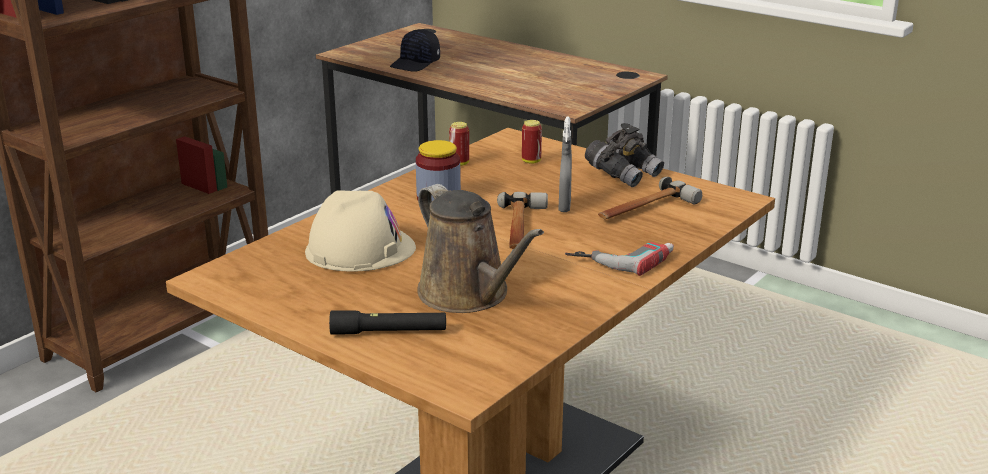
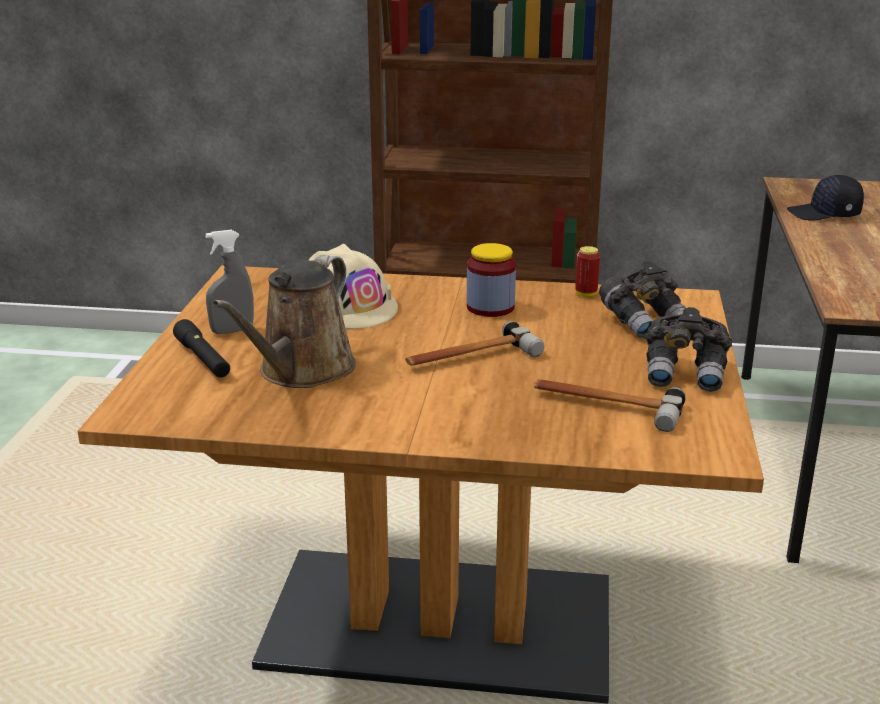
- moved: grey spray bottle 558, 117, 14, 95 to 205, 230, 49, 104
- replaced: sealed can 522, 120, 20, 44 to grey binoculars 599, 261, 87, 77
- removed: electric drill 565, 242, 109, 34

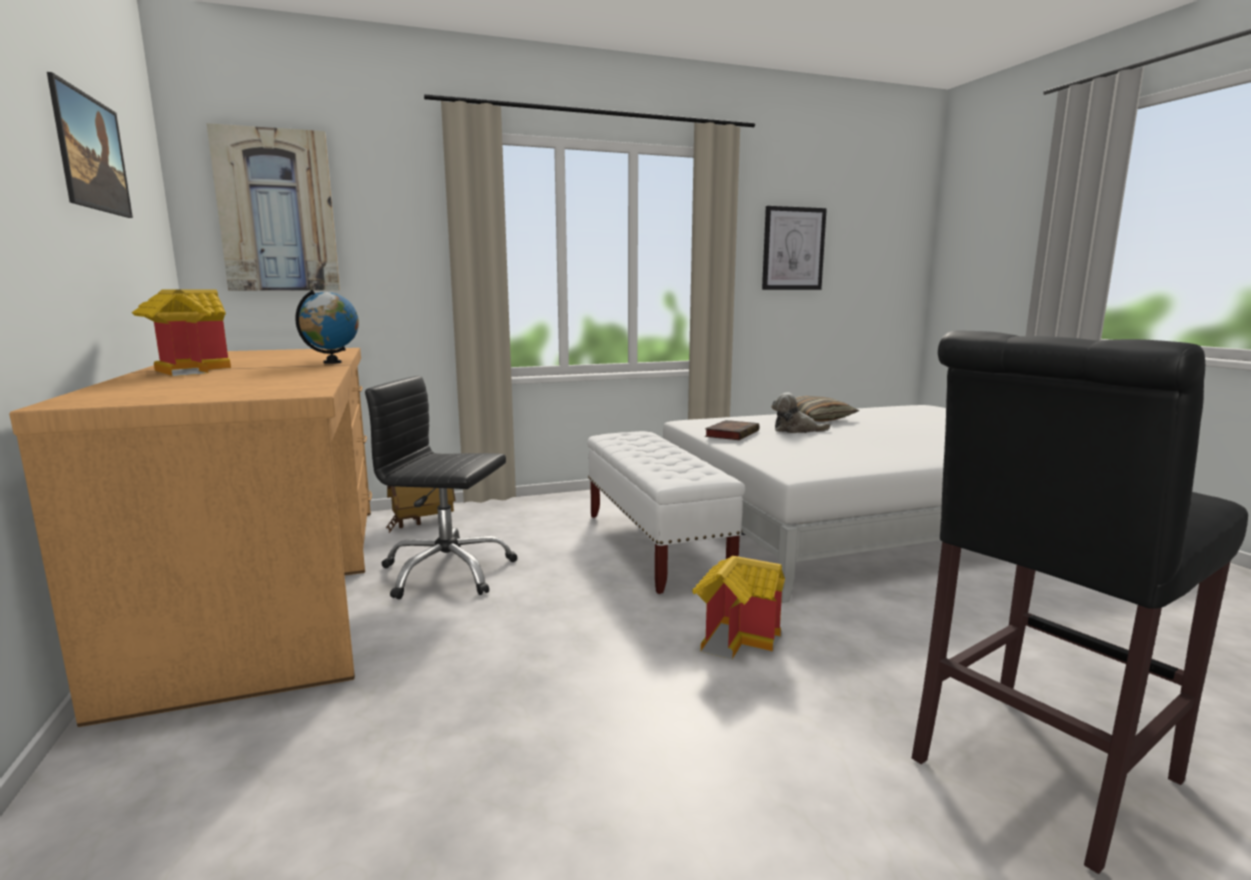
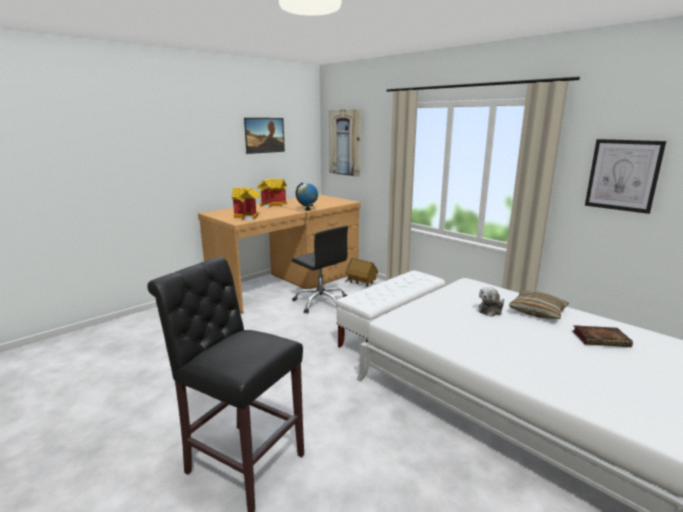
- turned: black desk chair 365, 376, 152, 223 = 292, 226, 56, 88 150 degrees clockwise
- turned: plush toy 772, 392, 59, 41 = 478, 287, 26, 30 120 degrees counterclockwise
- moved: bound book 704, 420, 55, 20 to 573, 325, 60, 22
- moved: model house 692, 556, 93, 103 to 232, 187, 29, 34

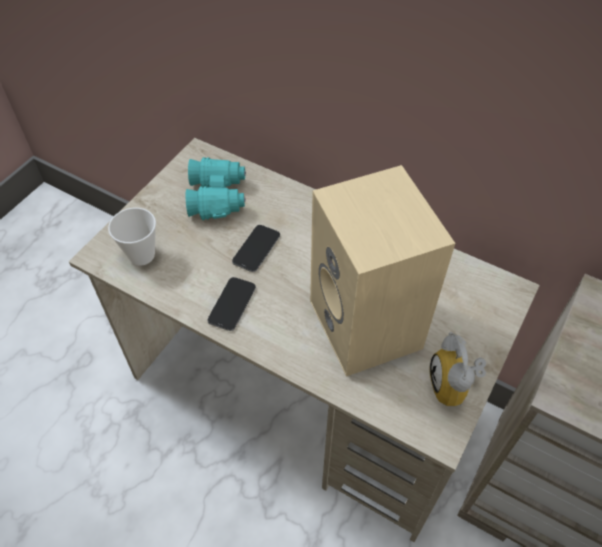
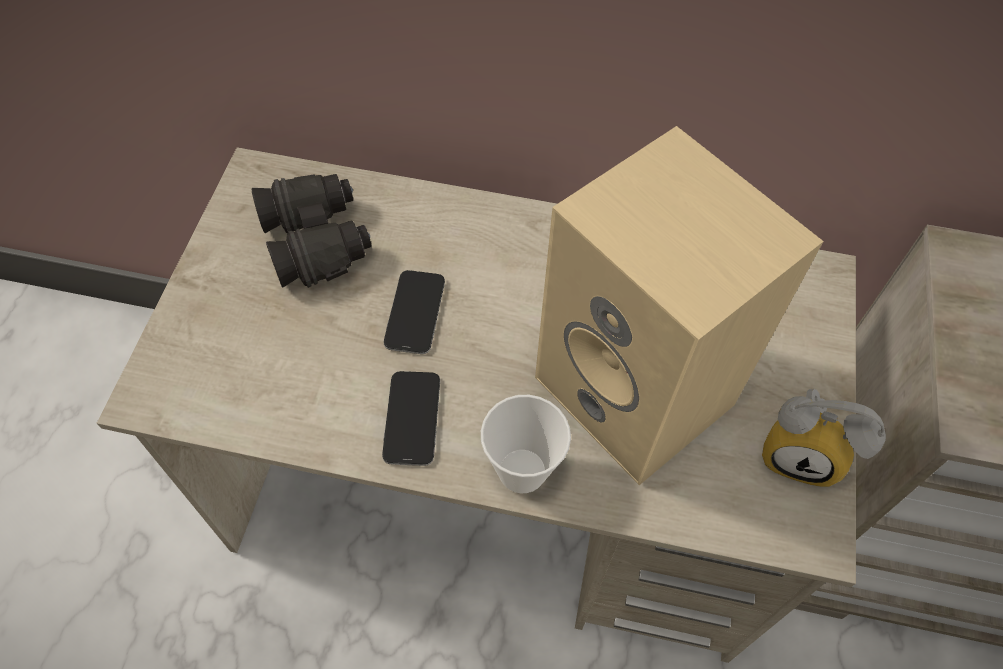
- recoloured: turquoise binoculars 186, 157, 60, 63 to black binoculars 252, 174, 119, 114
- moved: drinking cup 108, 208, 48, 58 to 481, 395, 90, 98
- turned: table clock 430, 332, 56, 74 = 762, 389, 124, 98 45 degrees counterclockwise

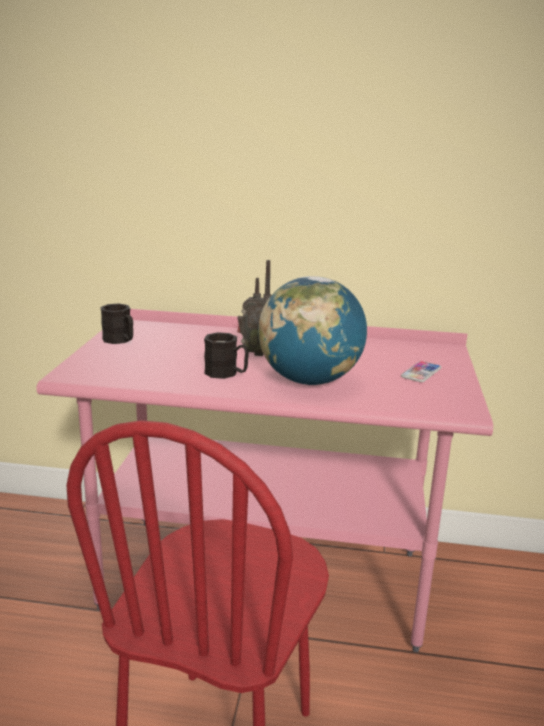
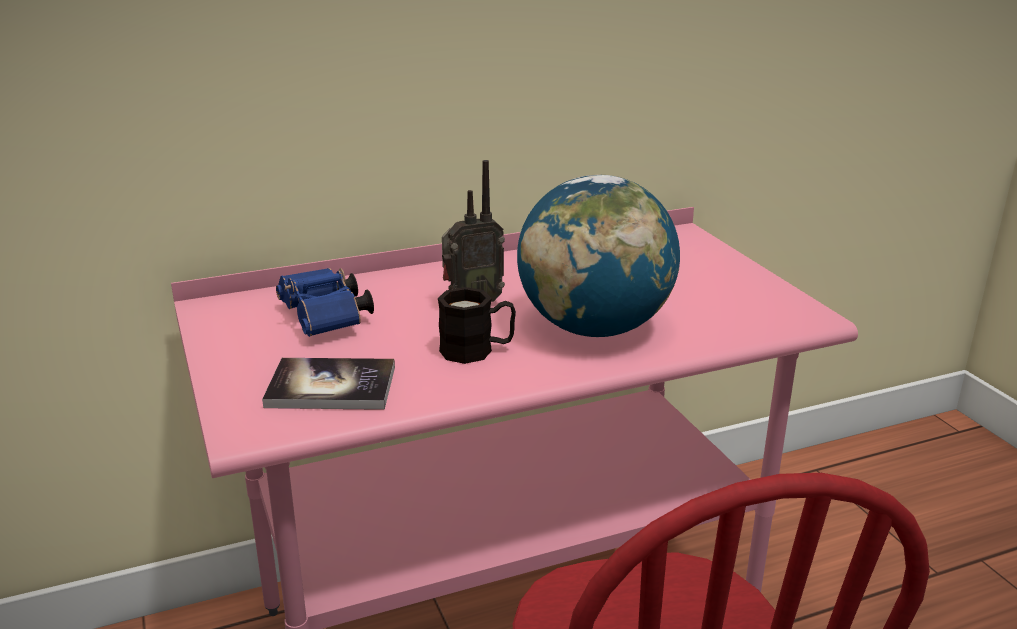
- removed: black coffee mug 100, 303, 33, 41
- removed: phone 401, 361, 40, 21
- added: blue-coloured binoculars 276, 268, 98, 69
- added: bound book 262, 358, 133, 52

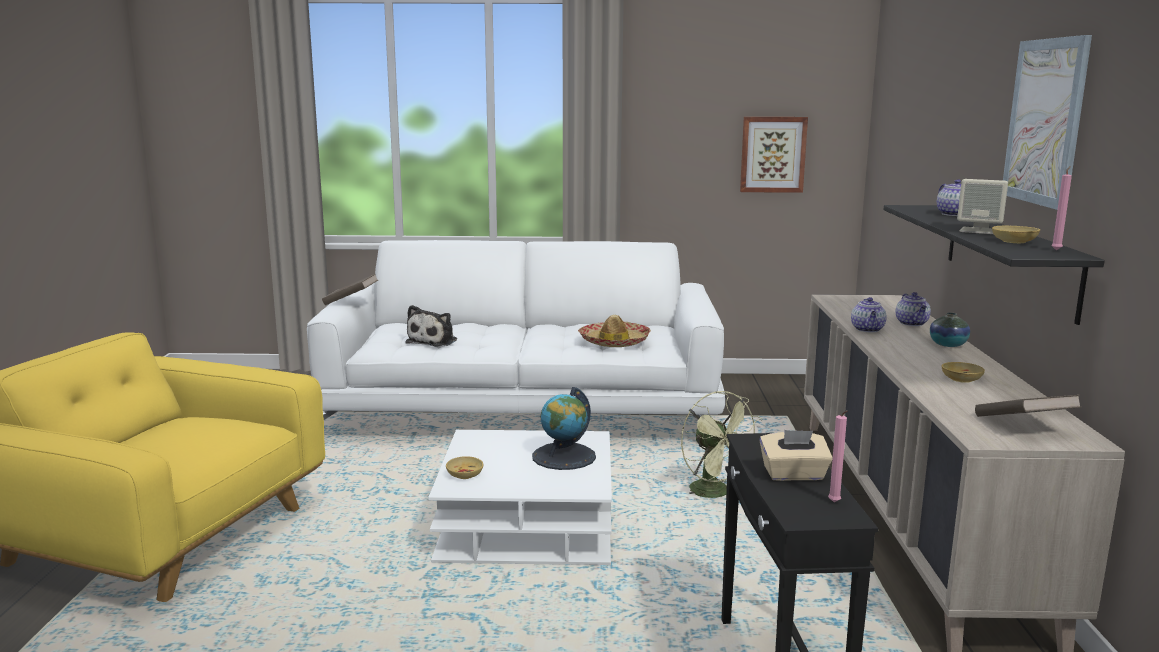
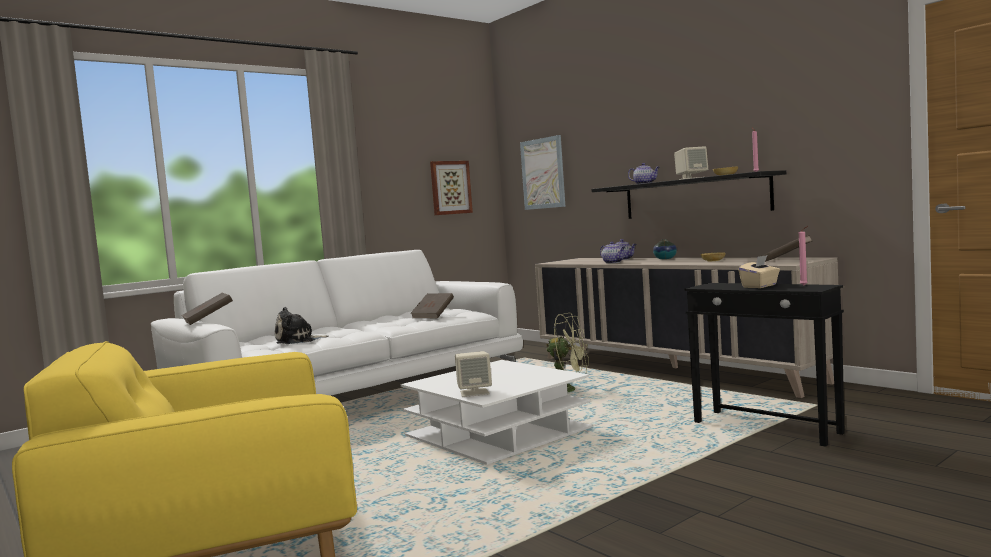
- moved: wall picture 1003, 35, 89, 175 to 520, 135, 46, 75
- turned: plush toy 405, 305, 52, 41 = 275, 307, 54, 37 90 degrees clockwise
- replaced: wearable hat 578, 315, 73, 32 to brown-coloured bound book 411, 293, 43, 25
- removed: desk globe 532, 387, 64, 83
- replaced: sand-coloured deep dish 446, 456, 38, 23 to sand-coloured loudspeaker 455, 351, 37, 46

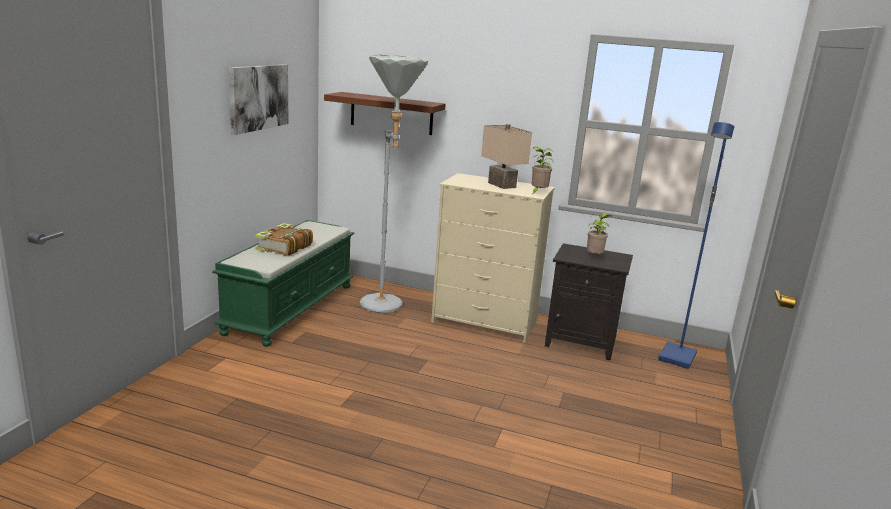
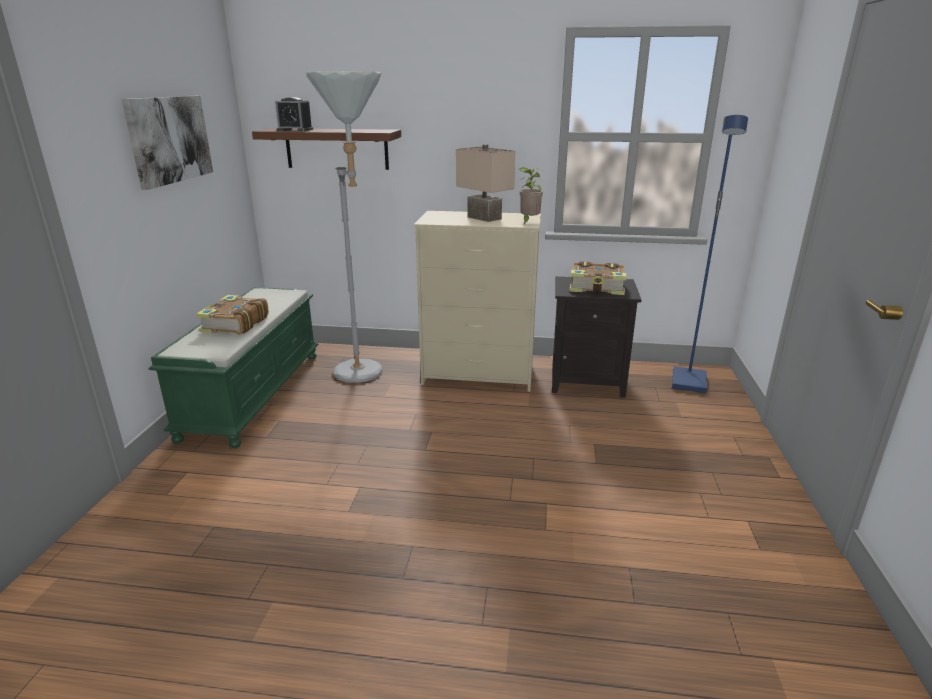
- replaced: plant in a pot 587, 213, 24, 41 to bound book 569, 261, 58, 34
- added: table clock 275, 97, 38, 34

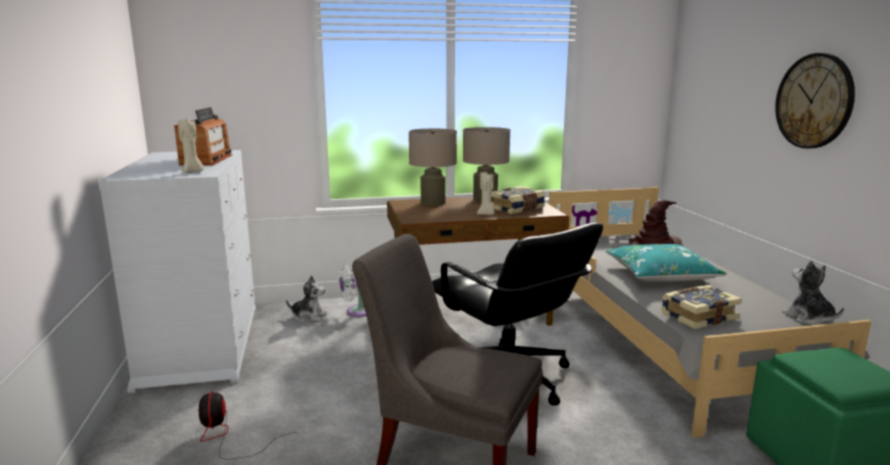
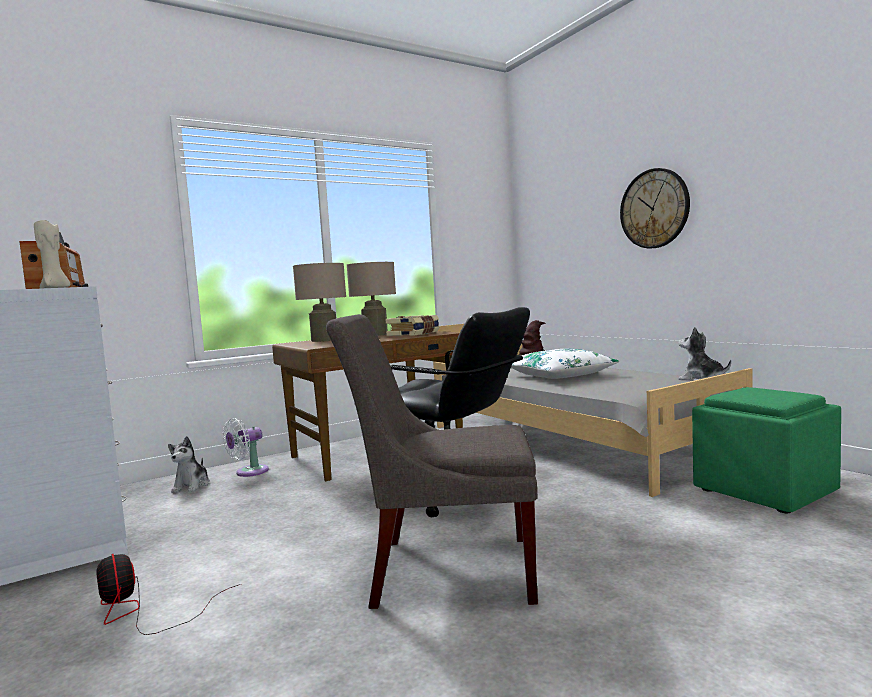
- removed: sand-coloured candle 477, 172, 17, 43
- recoloured: turquoise throw pillow 605, 244, 122, 38 to white-coloured throw pillow 511, 349, 108, 30
- turned: plush toy 286, 275, 41, 48 = 168, 436, 42, 57 105 degrees clockwise
- removed: bound book 661, 285, 81, 44

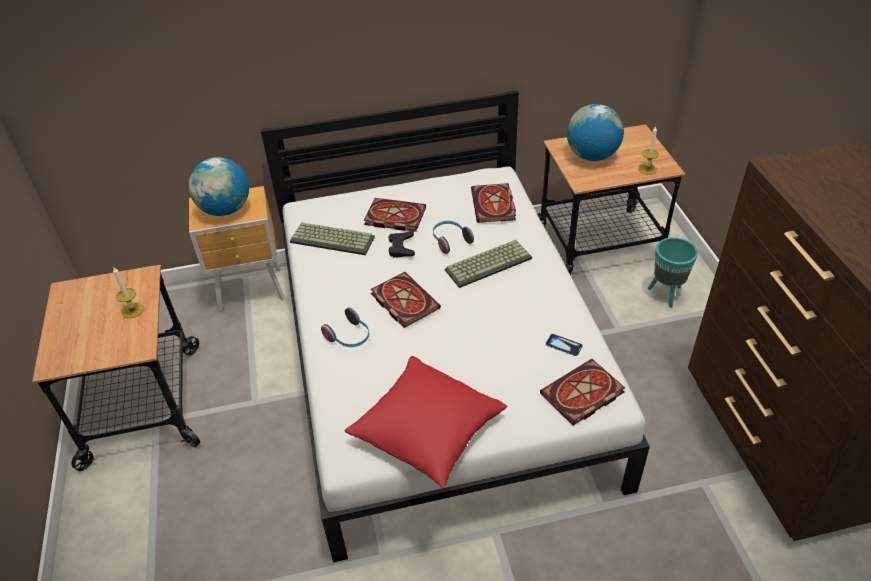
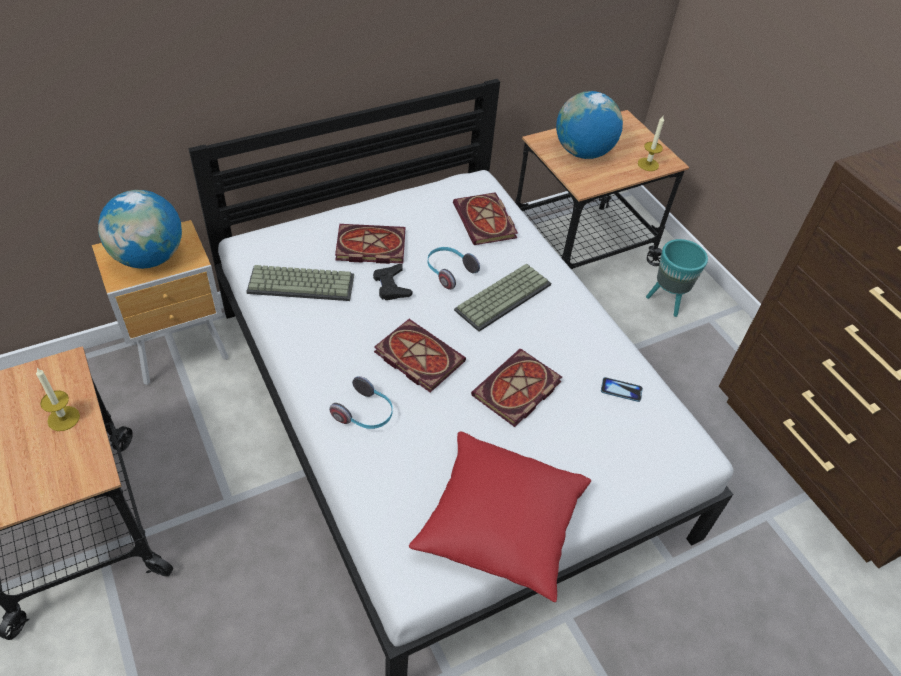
- moved: bound book 540, 359, 85, 67 to 471, 348, 91, 79

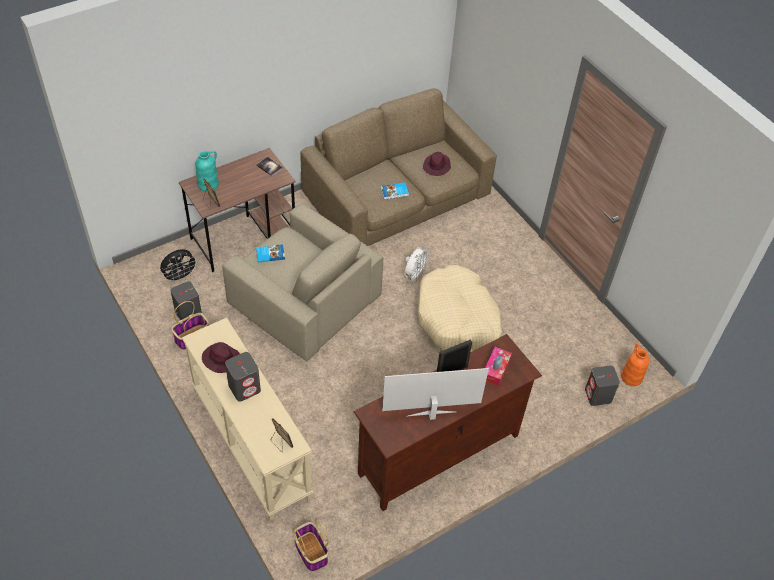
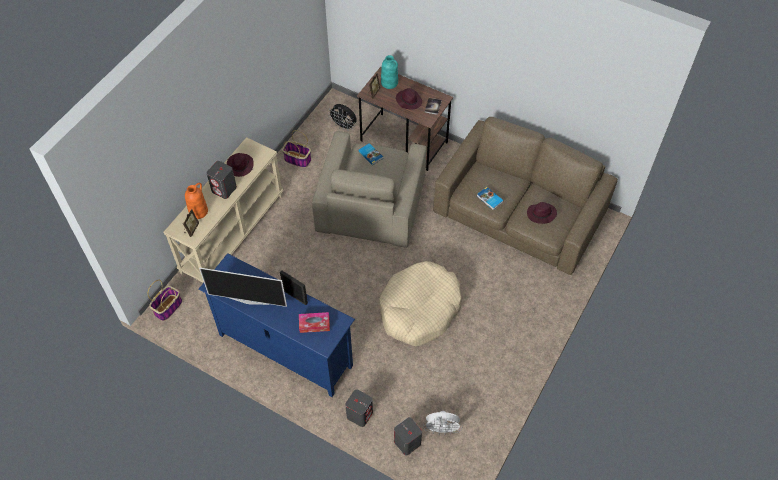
- moved: white-coloured fan 405, 247, 26, 36 to 423, 411, 39, 22
- moved: grey loudspeaker 171, 281, 31, 39 to 345, 389, 28, 38
- recoloured: brown-coloured tv stand 353, 334, 189, 177 to blue-coloured tv stand 198, 253, 157, 144
- moved: orangey decorative vase 621, 344, 28, 42 to 185, 183, 23, 36
- turned: television 382, 368, 107, 52 = 199, 267, 88, 40 135 degrees clockwise
- added: purple wearable hat 396, 88, 26, 22

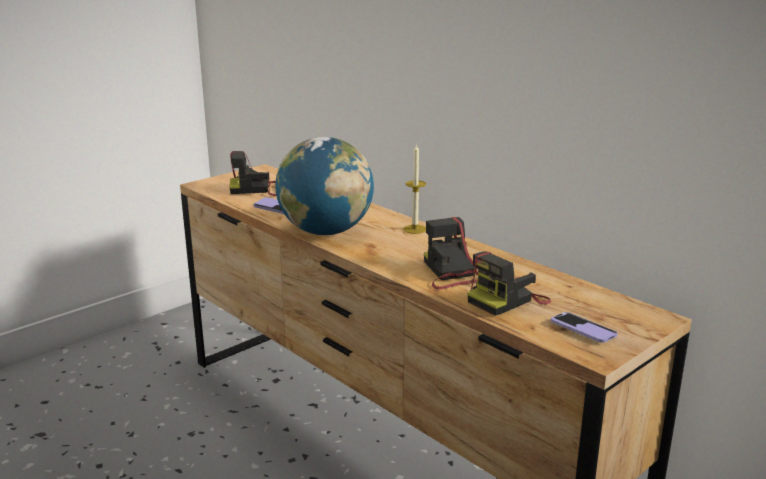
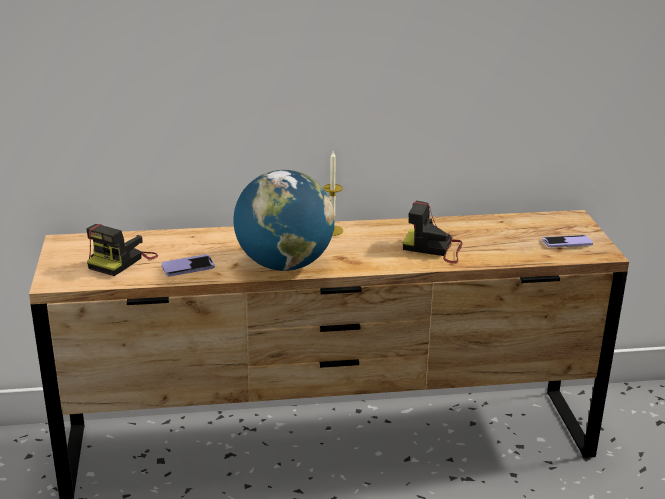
- removed: photo camera 467, 251, 84, 65

